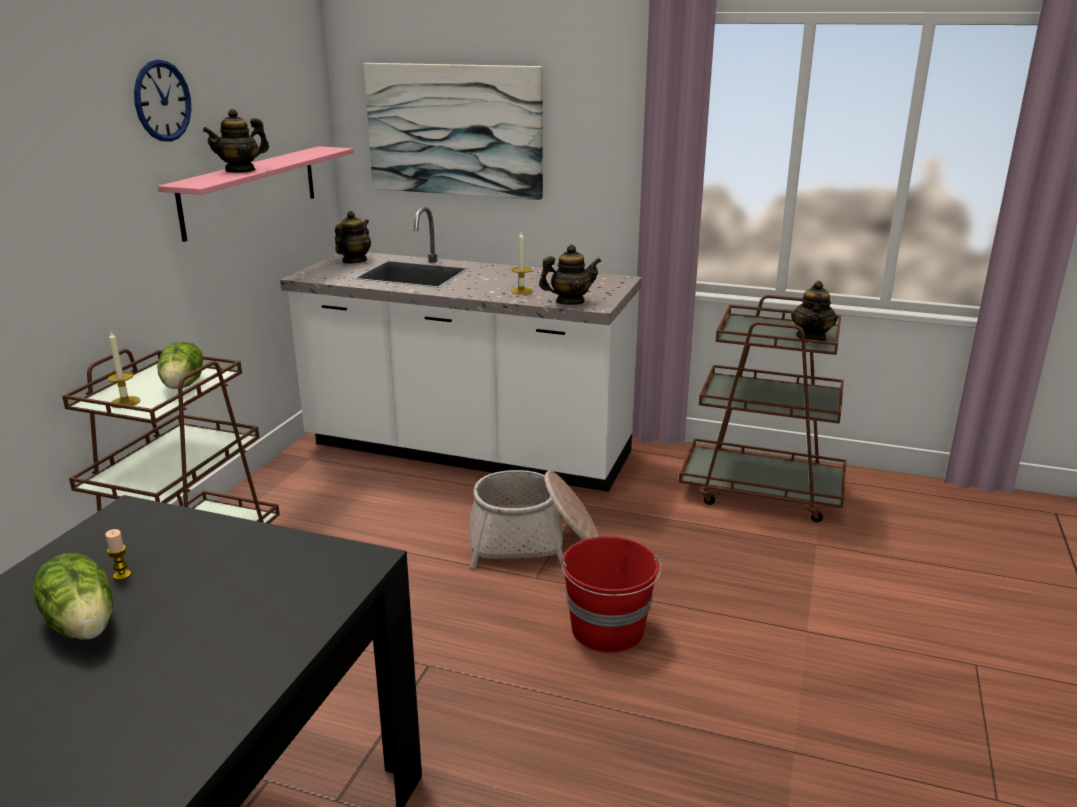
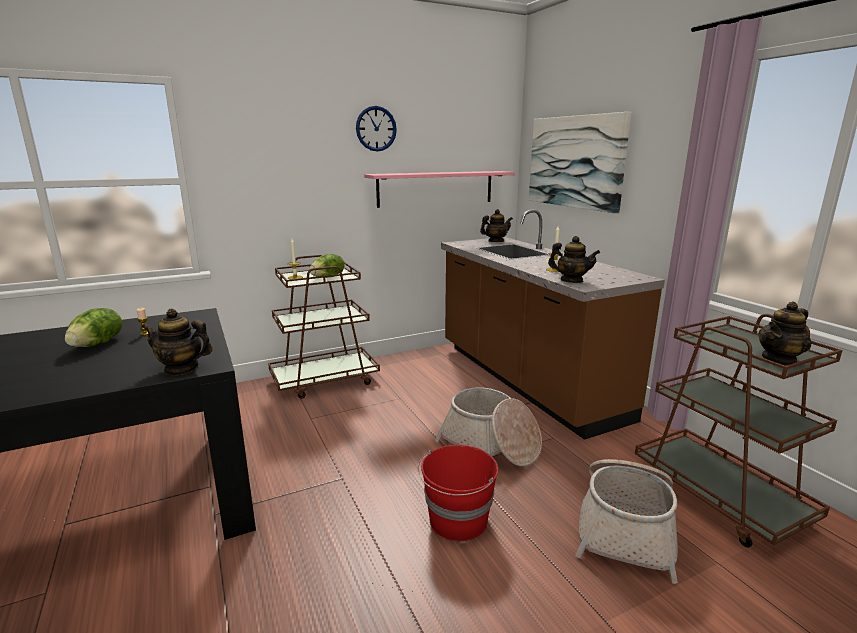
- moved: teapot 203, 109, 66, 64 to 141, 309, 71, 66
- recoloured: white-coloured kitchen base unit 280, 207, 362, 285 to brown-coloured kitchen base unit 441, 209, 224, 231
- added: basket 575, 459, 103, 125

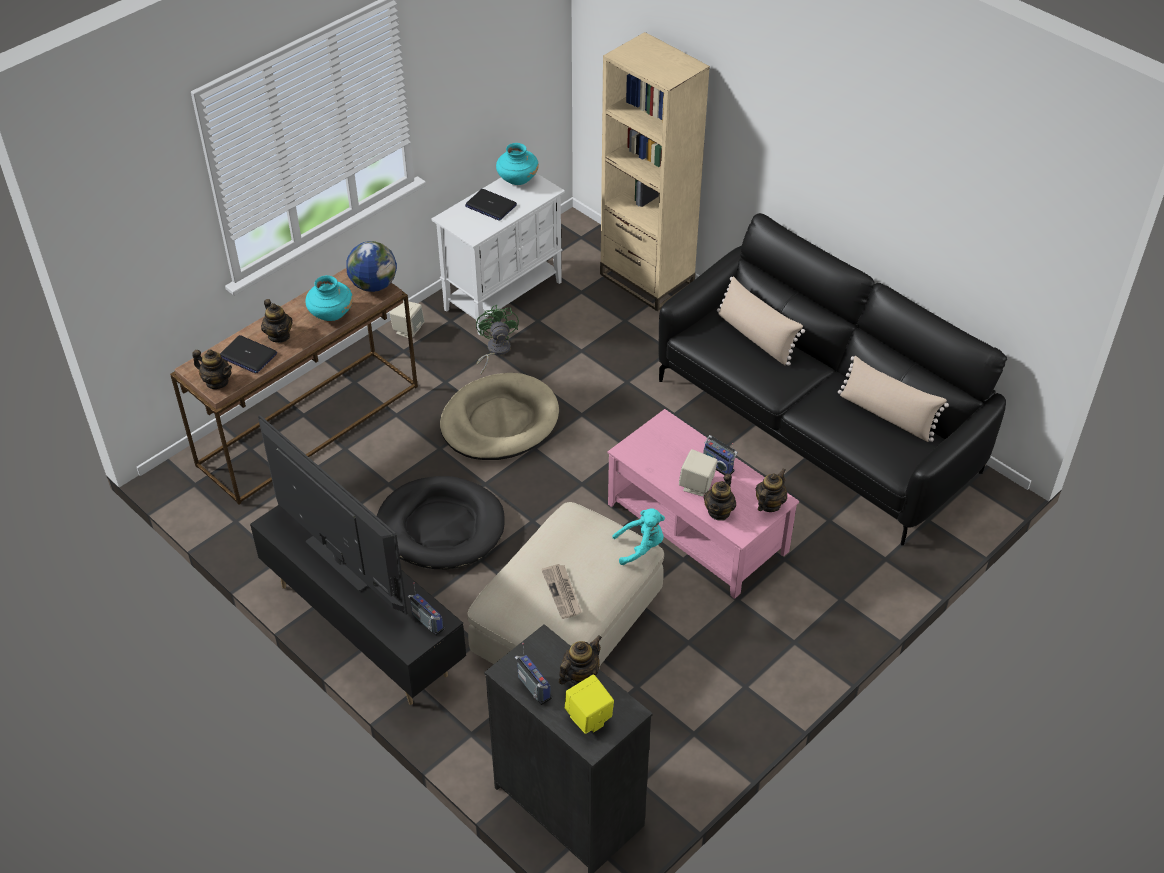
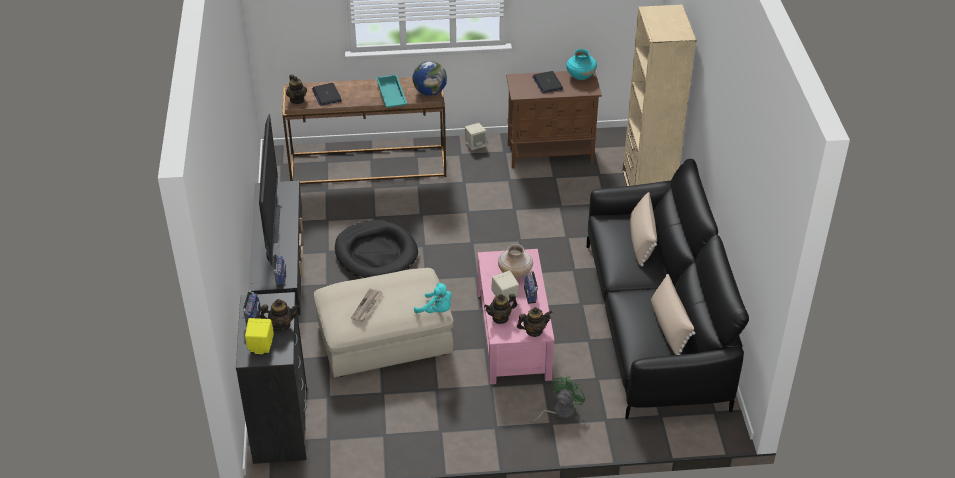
- recoloured: white-coloured cupboard 431, 173, 134, 163 to brown-coloured cupboard 506, 71, 96, 97
- replaced: turquoise decorative vase 305, 275, 48, 46 to turquoise serving tray 376, 74, 31, 34
- removed: teapot 261, 299, 32, 44
- moved: green-coloured fan 476, 305, 43, 69 to 532, 376, 54, 47
- removed: sand-coloured dog cushion 440, 373, 119, 87
- added: sand-coloured decorative vase 498, 244, 35, 35

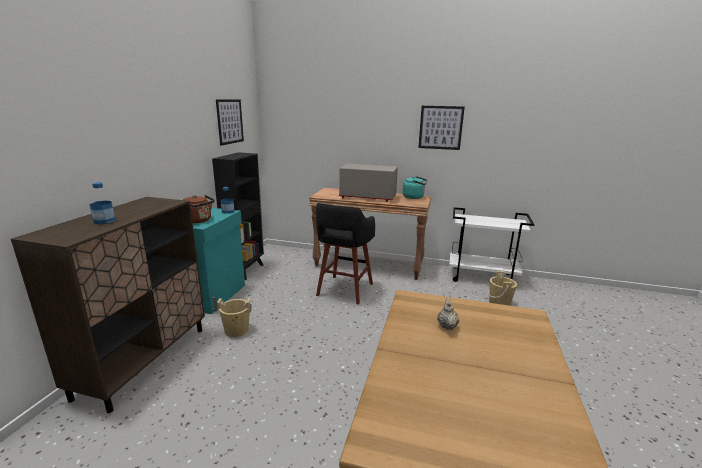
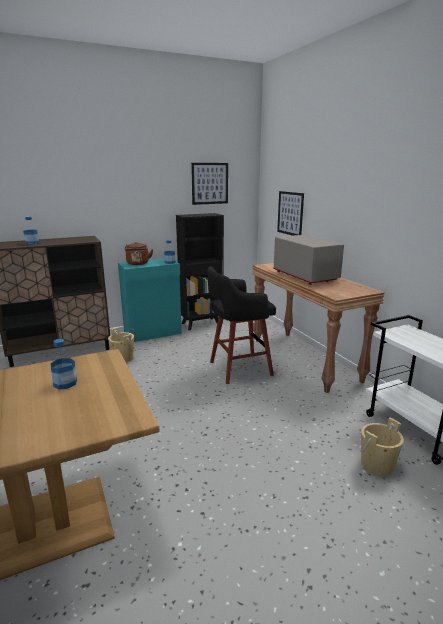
- moved: wall picture 418, 106, 47, 44 to 277, 191, 27, 45
- removed: turquoise tea kettle 403, 176, 24, 23
- replaced: sand-coloured teapot 437, 298, 22, 32 to bottle 51, 339, 26, 51

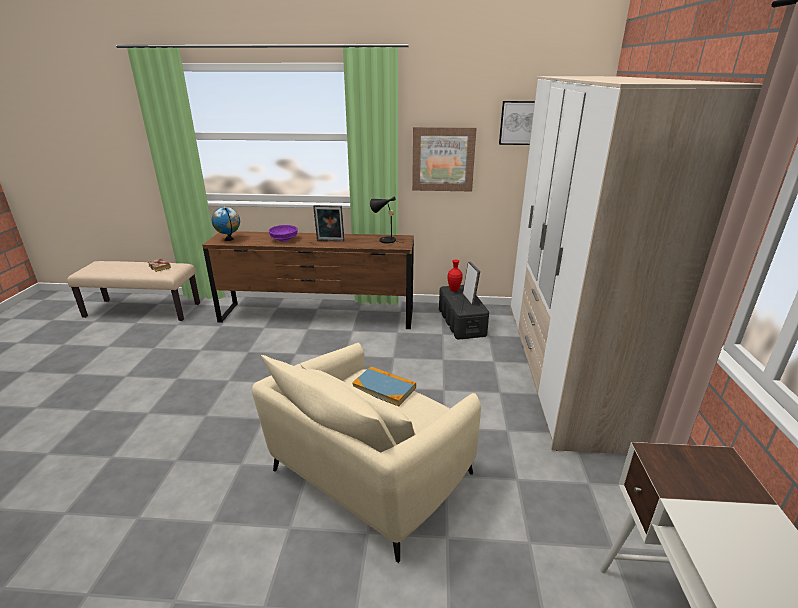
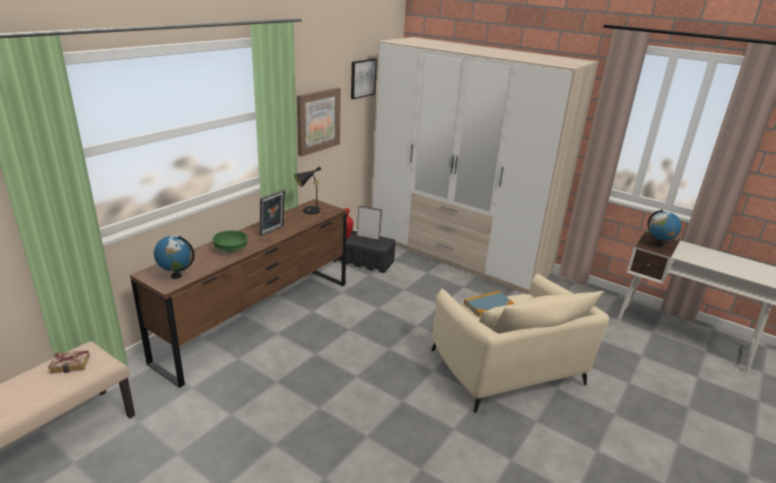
- recoloured: purple deep dish 269, 225, 29, 17 to green-coloured deep dish 213, 230, 35, 22
- added: desk globe 648, 209, 33, 38

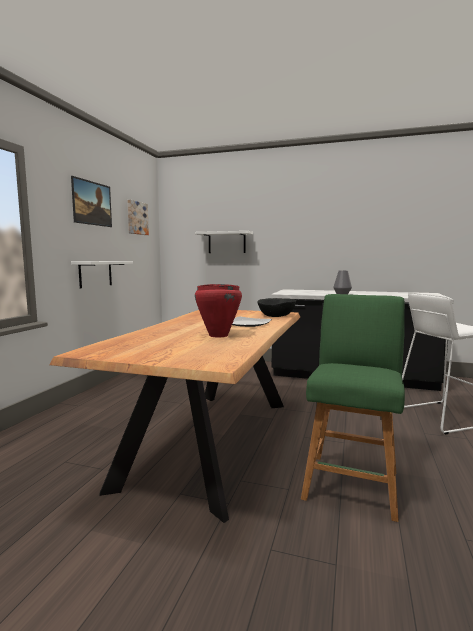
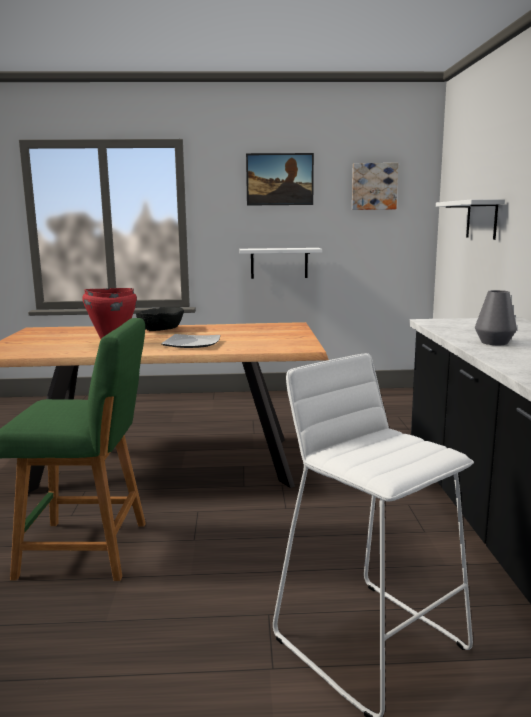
- moved: black deep dish 257, 298, 39, 19 to 136, 307, 48, 24

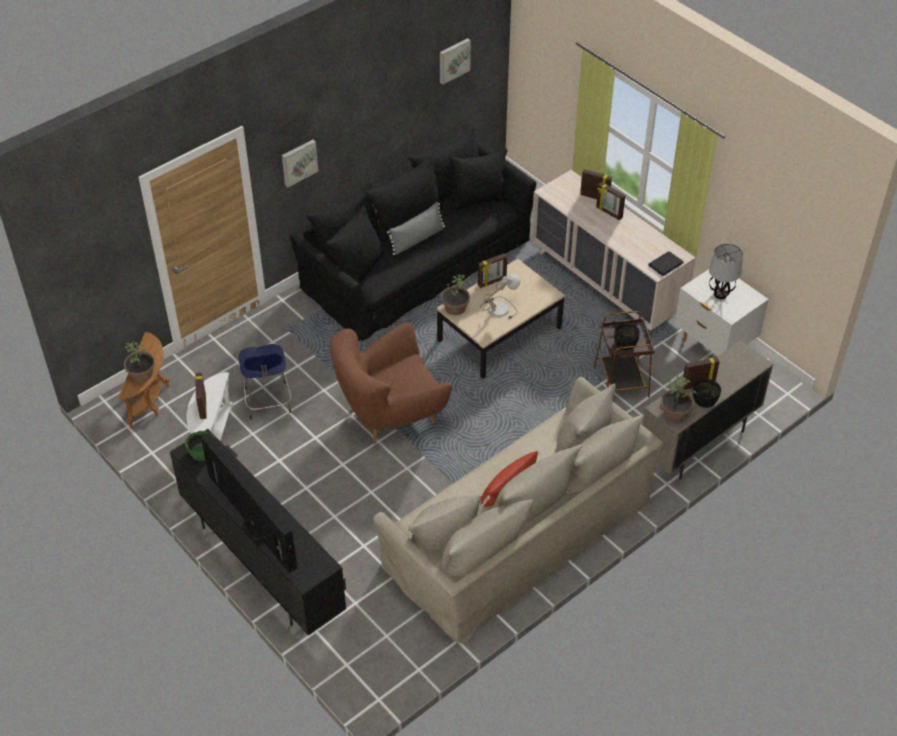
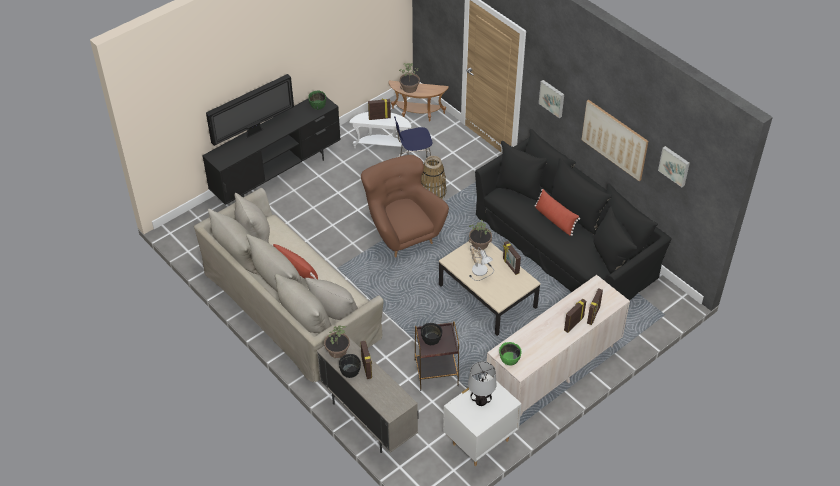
- recoloured: grey throw pillow 387, 202, 58, 53 to red throw pillow 534, 189, 46, 47
- replaced: portable computer 648, 252, 36, 24 to green-coloured deep dish 499, 342, 23, 24
- added: wall picture 582, 100, 66, 81
- added: basket 421, 156, 25, 43

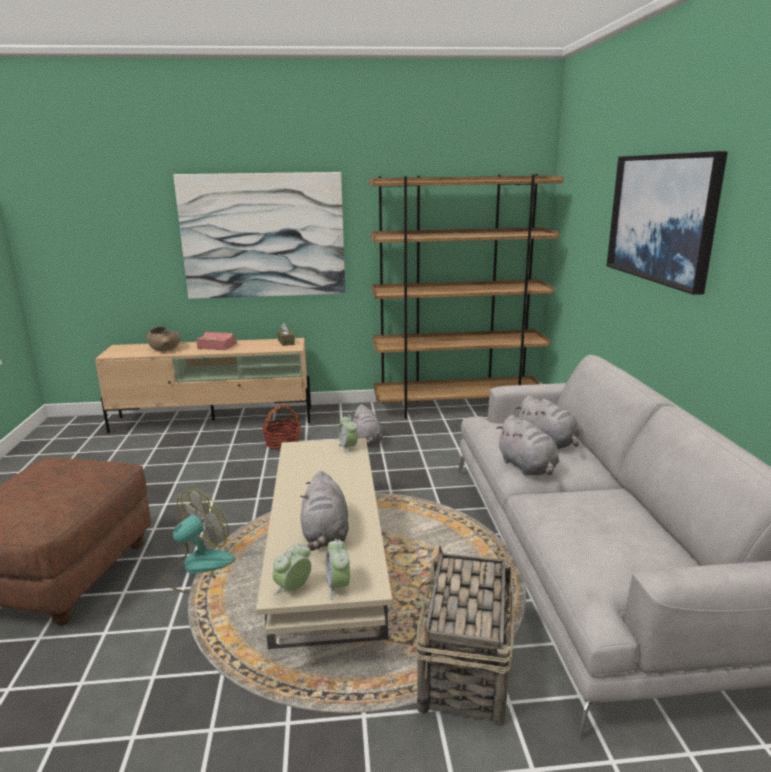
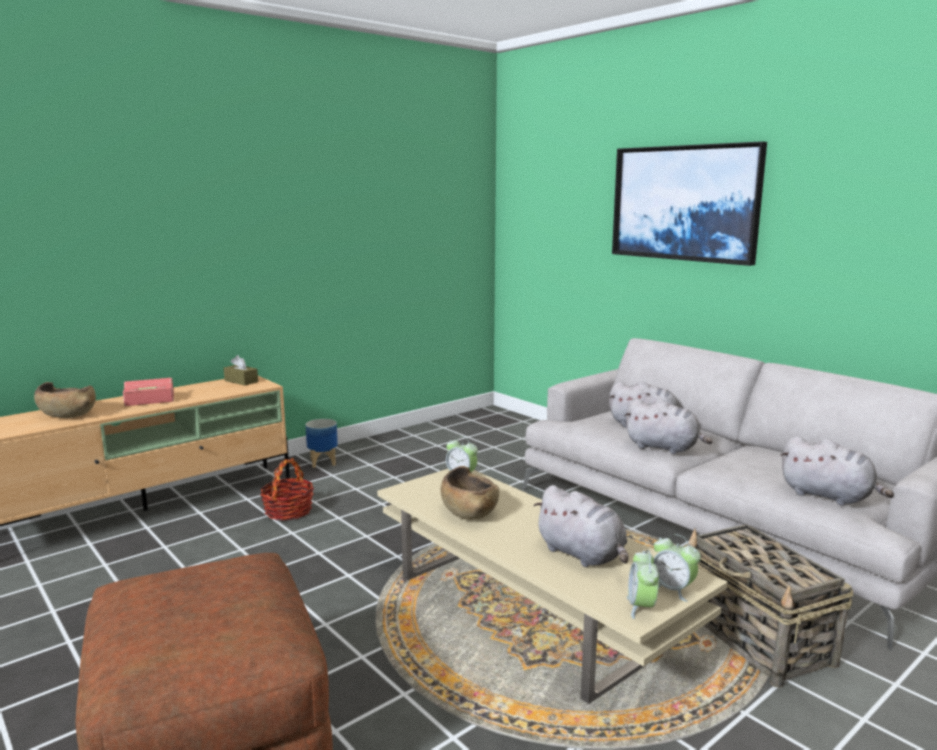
- removed: wall picture 173, 172, 172, 127
- removed: brown-coloured shelving unit 369, 174, 195, 245
- moved: grey plush toy 352, 404, 31, 42 to 780, 436, 114, 70
- removed: fan 162, 489, 73, 104
- added: plant pot 305, 419, 33, 49
- added: brown-coloured deep dish 441, 466, 58, 54

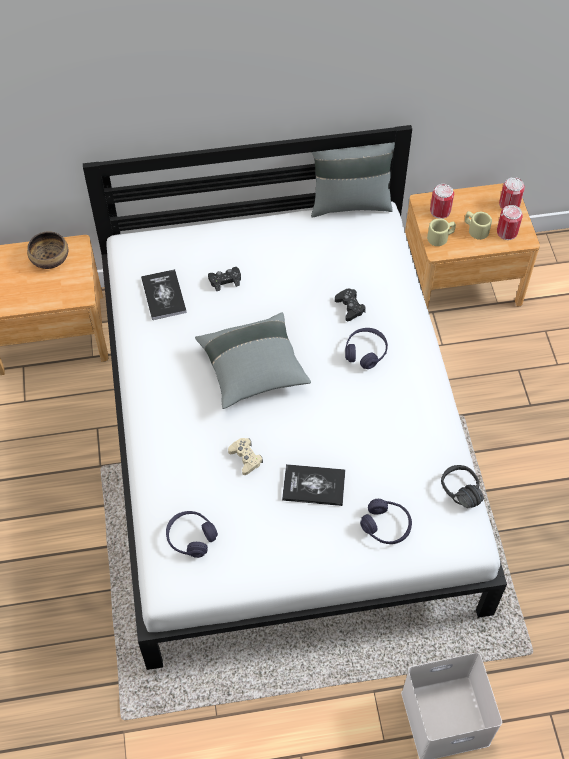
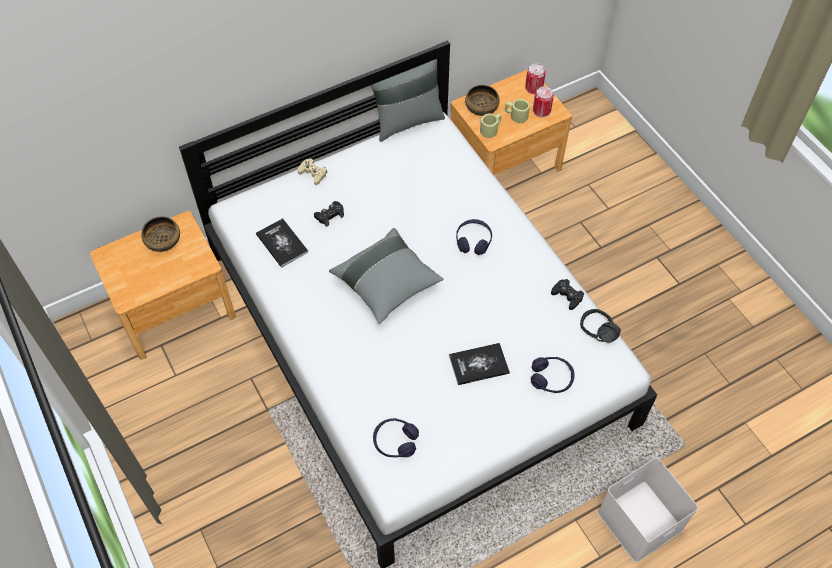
- replaced: sealed can 430, 184, 24, 35 to deep dish 465, 85, 35, 31
- moved: black gamepad 335, 288, 31, 33 to 551, 279, 33, 31
- moved: sand-coloured gamepad 228, 438, 35, 37 to 298, 158, 29, 27

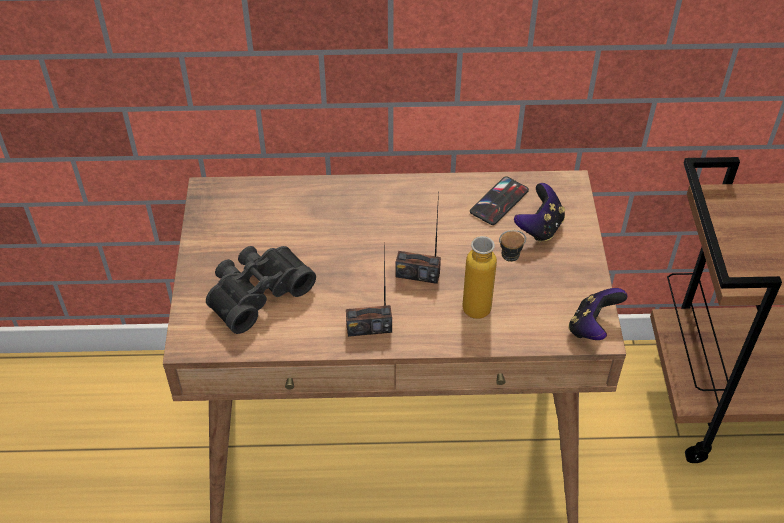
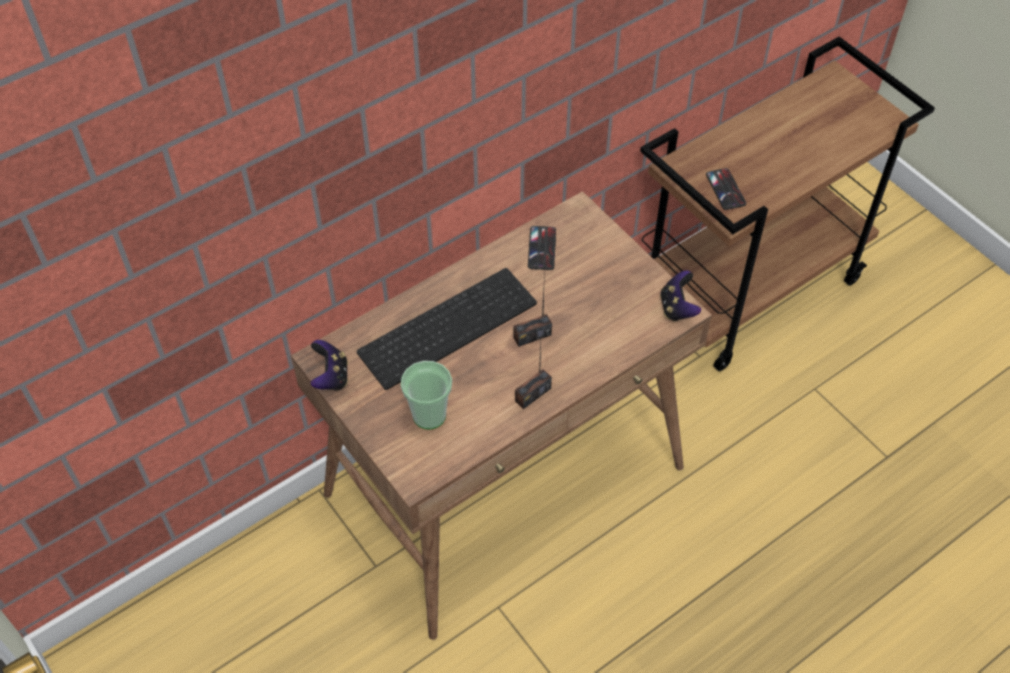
- moved: gamepad 514, 183, 51, 60 to 310, 340, 38, 51
- removed: bottle 463, 230, 63, 89
- replaced: black binoculars 206, 246, 110, 88 to drinking cup 401, 361, 51, 68
- added: phone 706, 168, 40, 42
- added: keyboard 357, 268, 180, 122

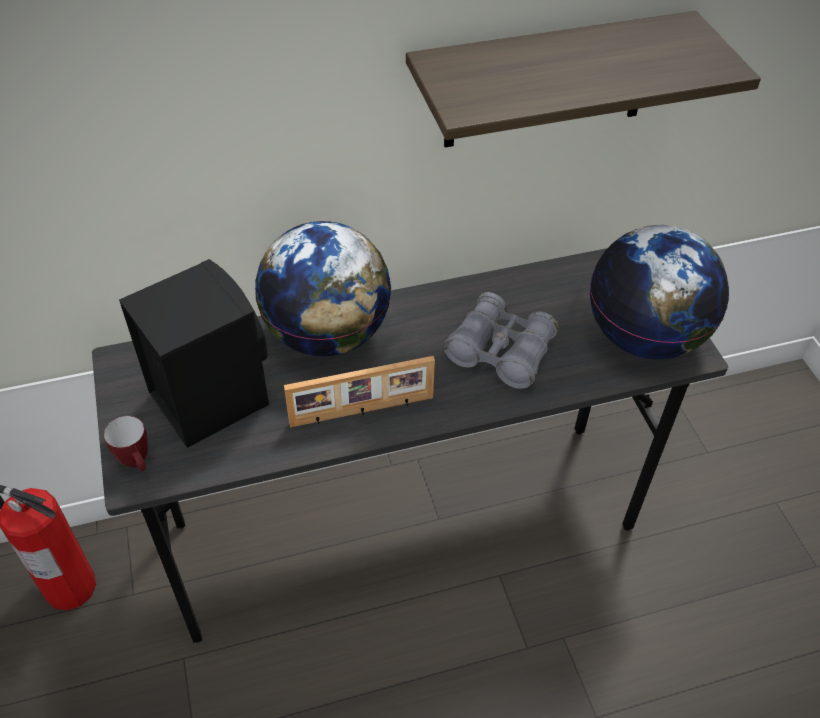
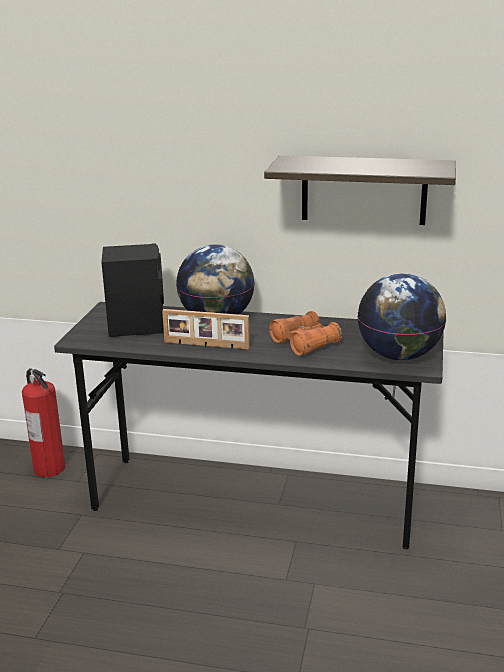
- recoloured: grey binoculars 444, 292, 115, 97 to orangey binoculars 269, 311, 73, 45
- removed: coffee mug 104, 416, 44, 55

